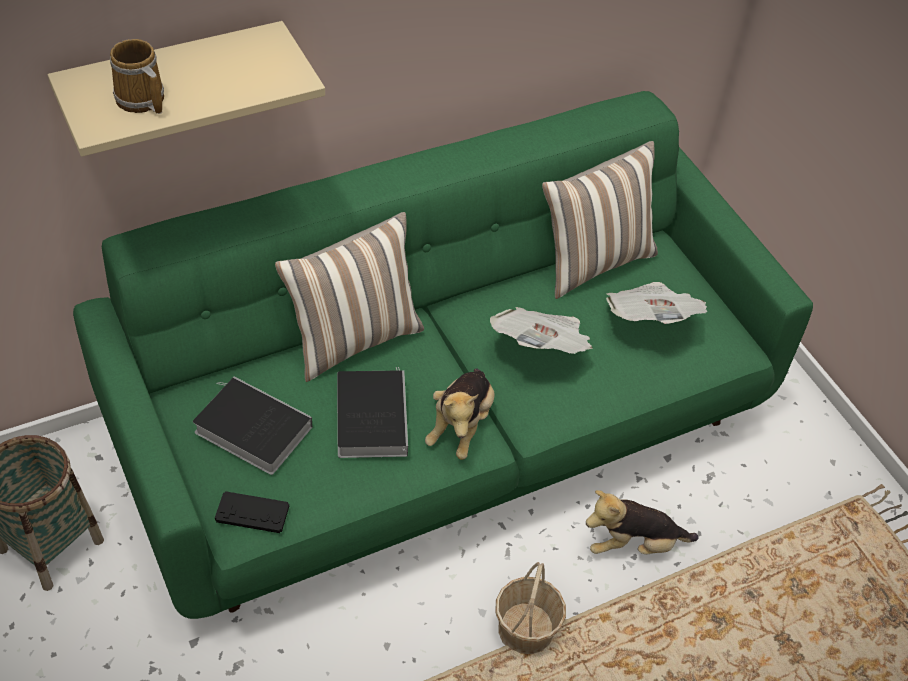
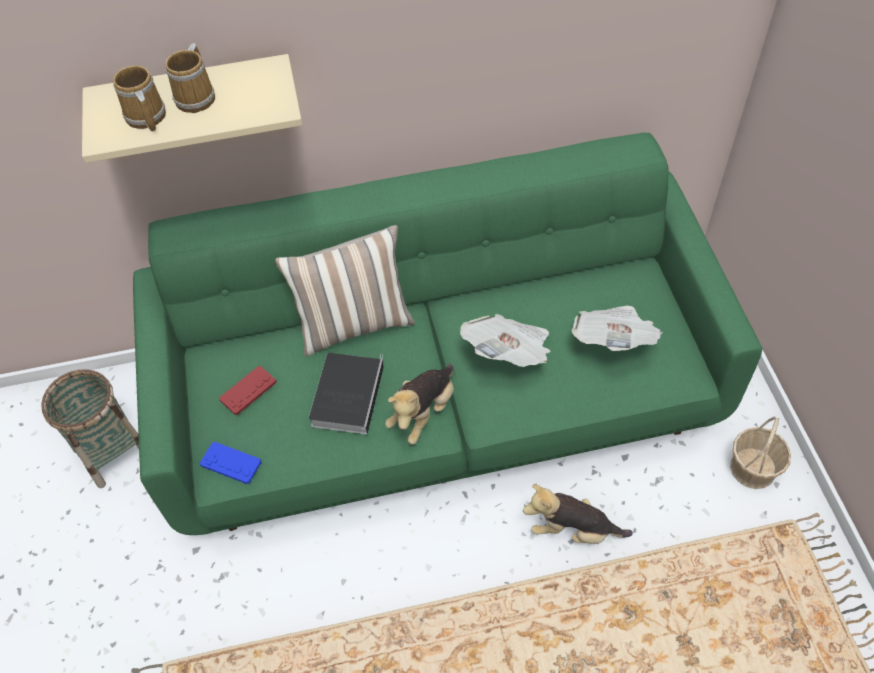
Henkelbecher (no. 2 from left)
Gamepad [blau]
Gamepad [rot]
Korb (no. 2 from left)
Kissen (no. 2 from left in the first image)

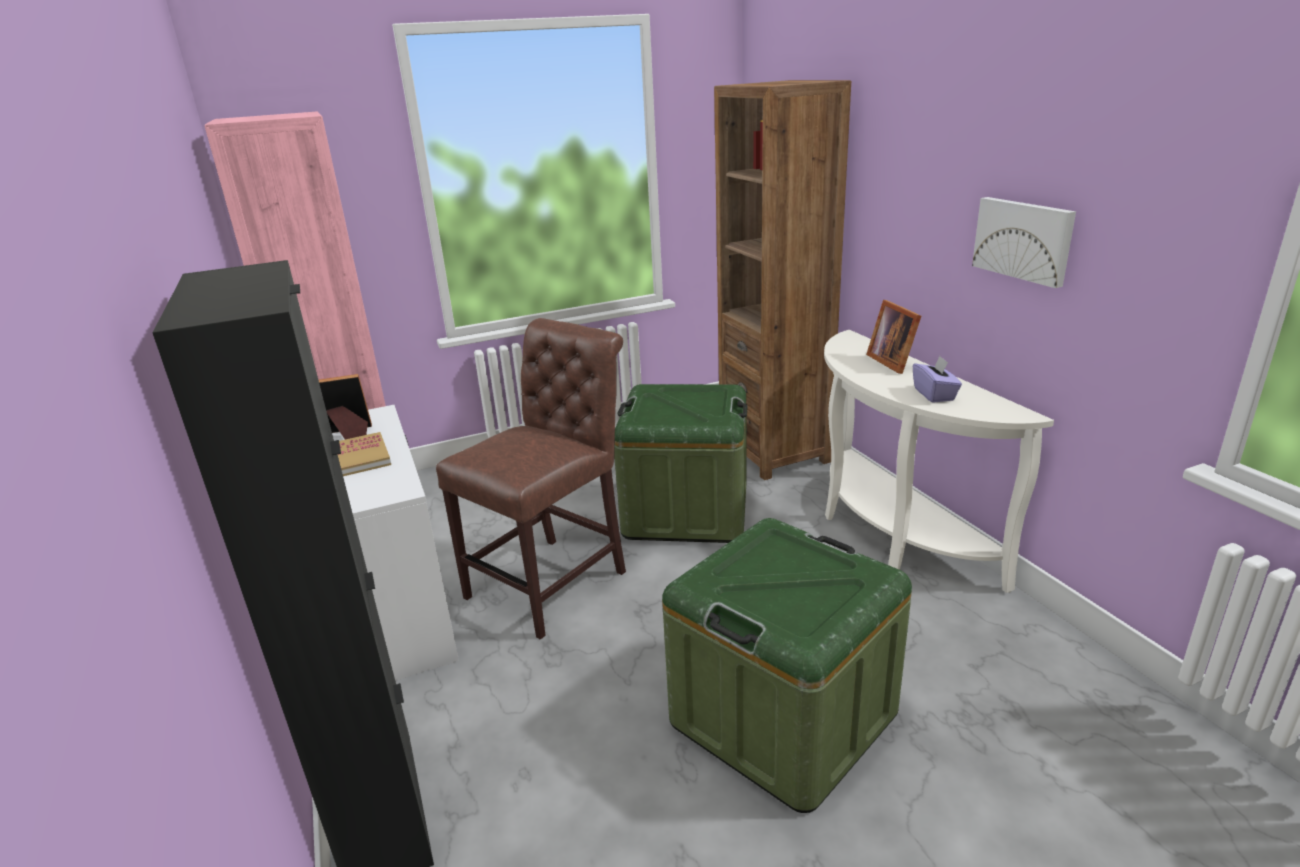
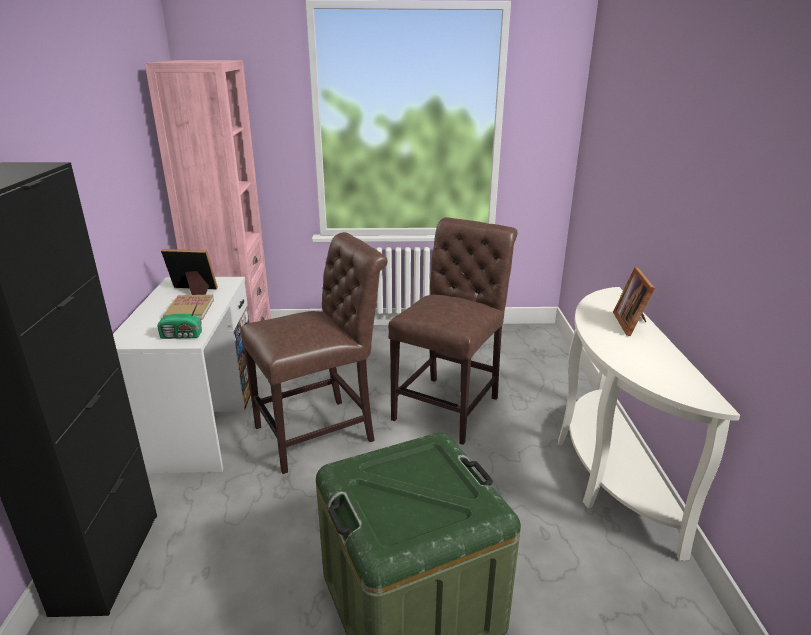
Radio
Stuhl [braun] (no. 2 from left)
Bücherregal [braun]
Taschentuchbox [lila]
Bild

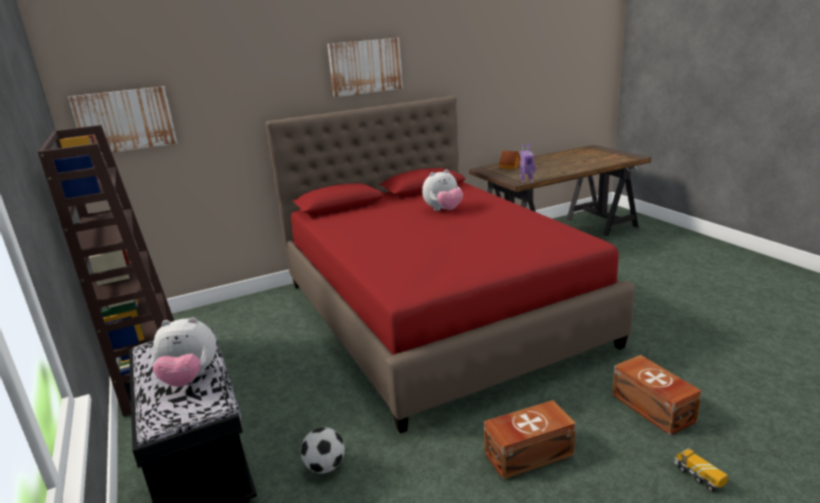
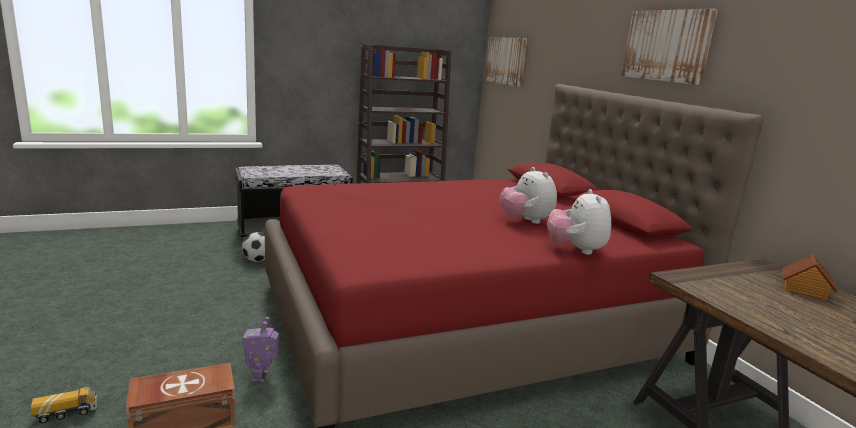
Spielzeugroboter
Plüschtier (no. 2 from left)
Aufbewahrungsbox [braun] (no. 1 from left in the first image)

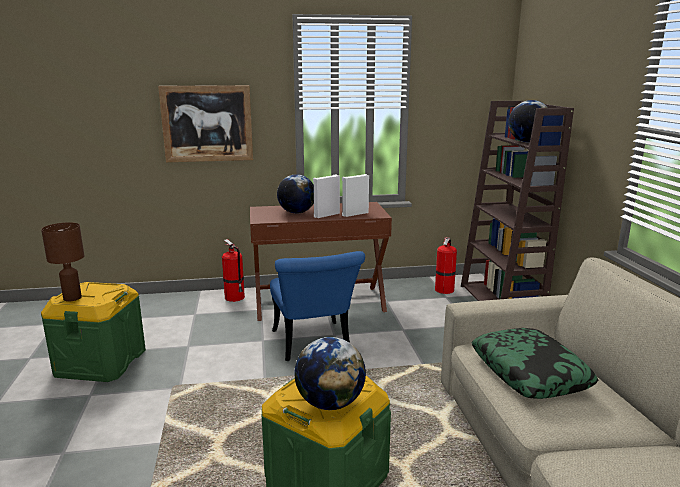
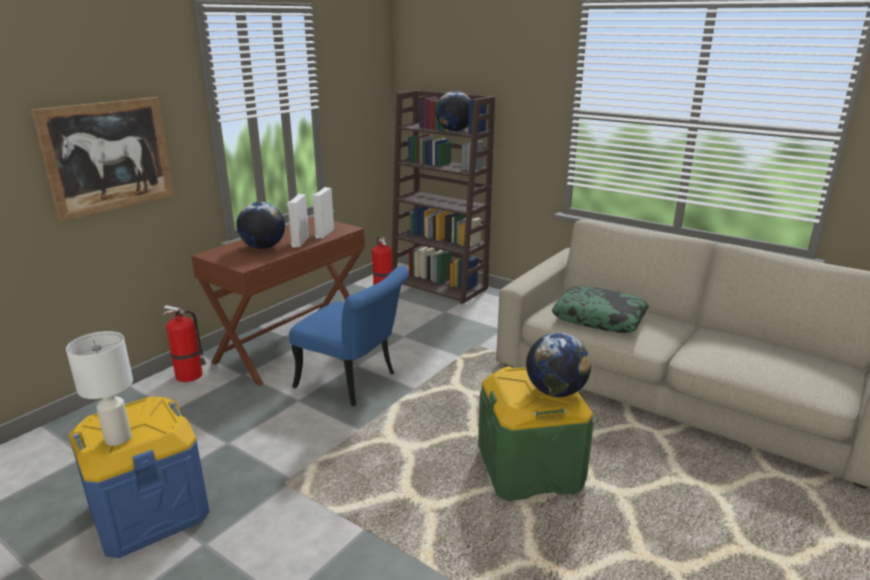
Tischlampe [weiß]
Aufbewahrungsbox [blau]

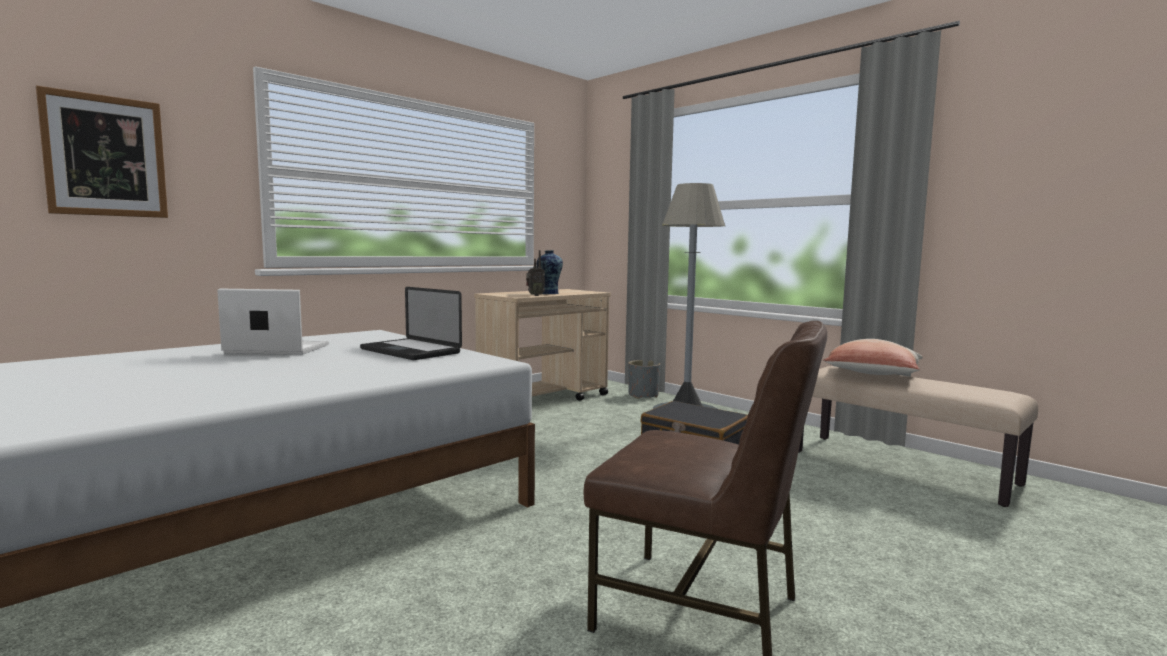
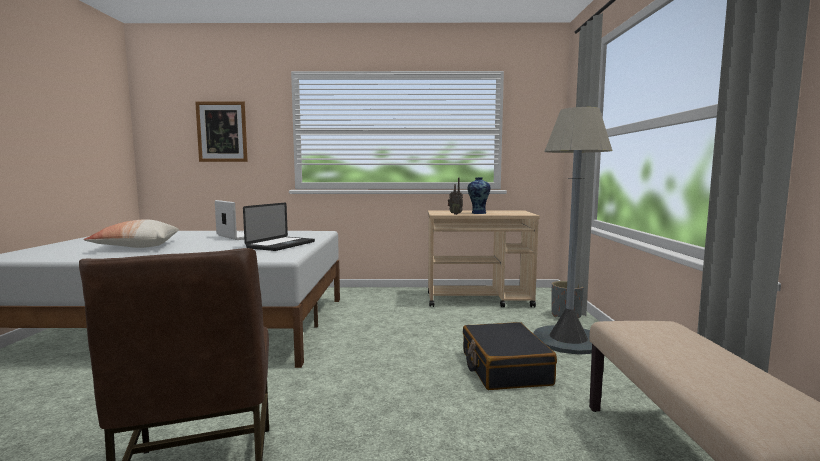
Kissen
Laptop (no. 2 from left)

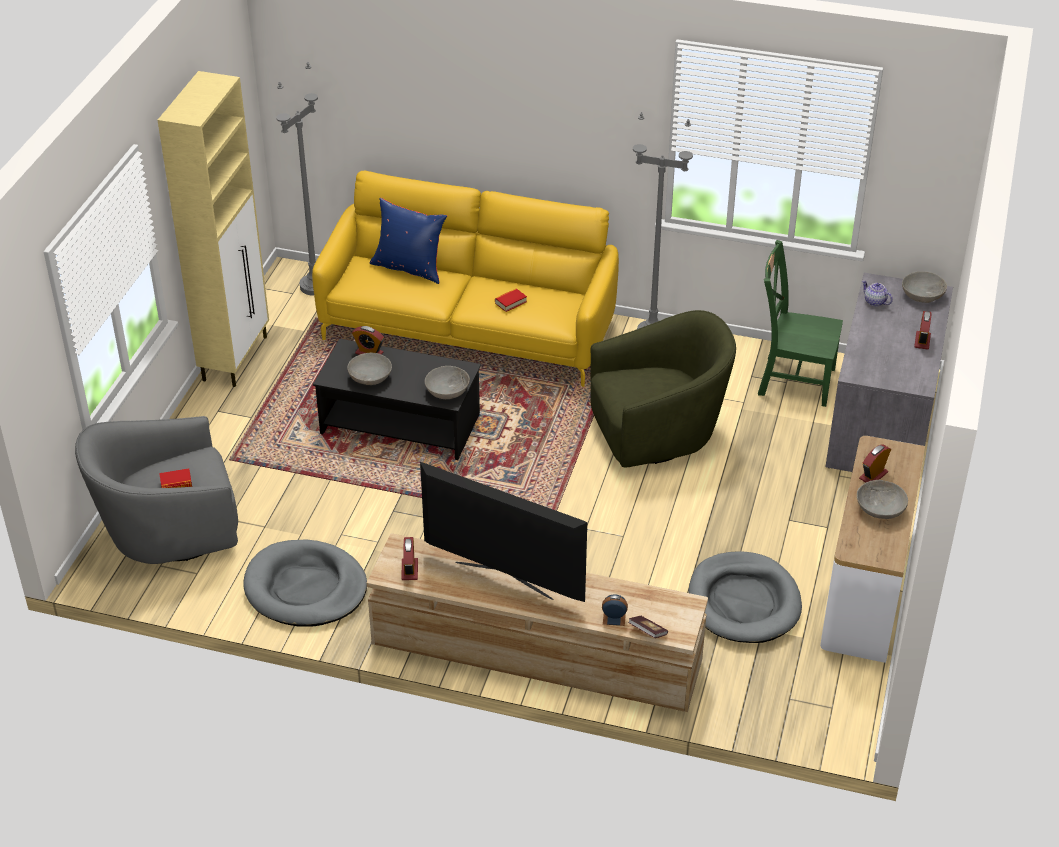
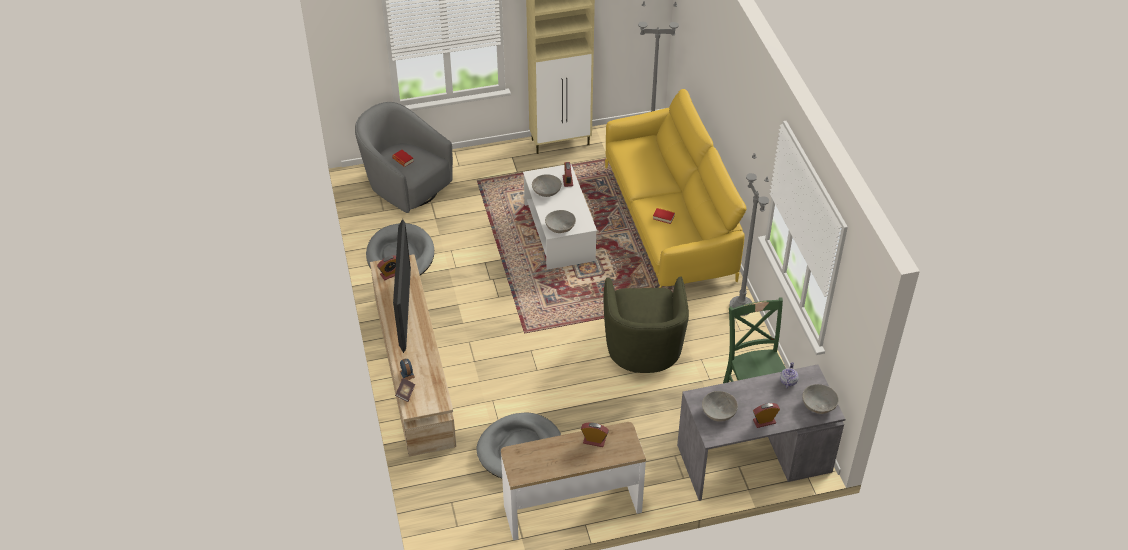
Couchtisch [weiß]
Sessel [grün]
Schüssel [grau] (no. 3 from left)
Kissen [blau]

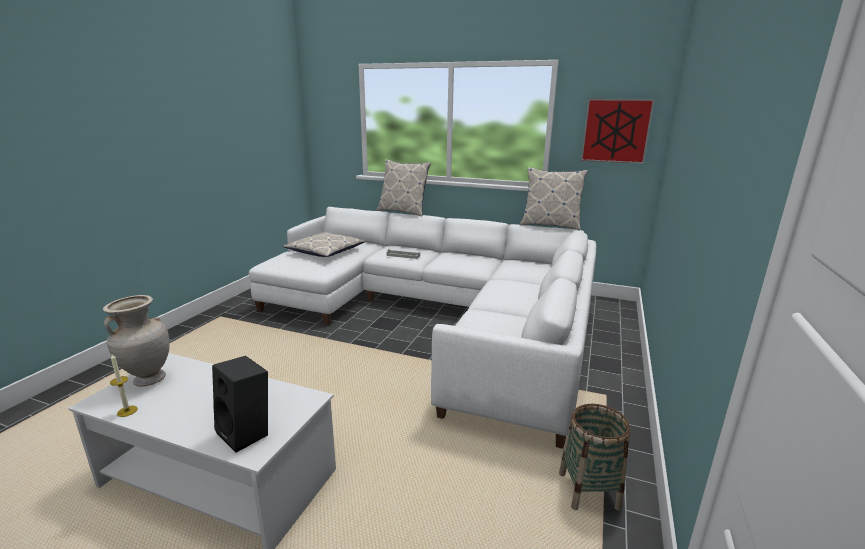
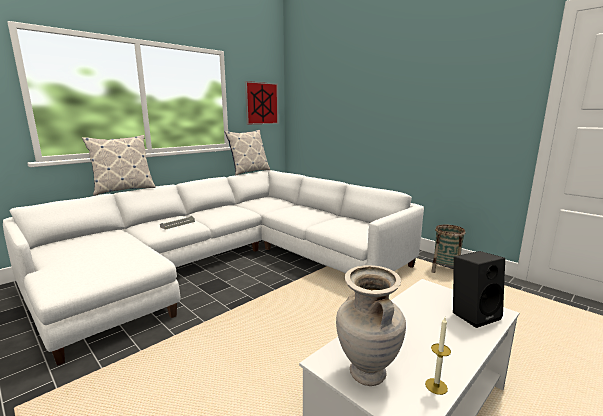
Kissen (no. 1 from left in the first image)

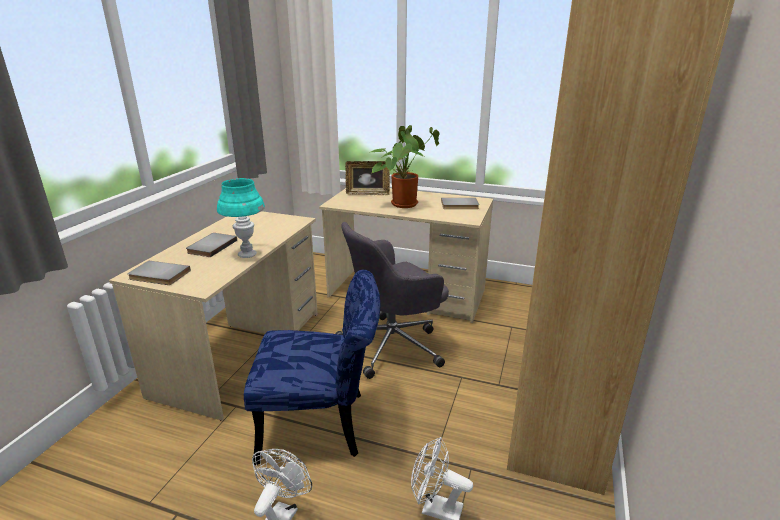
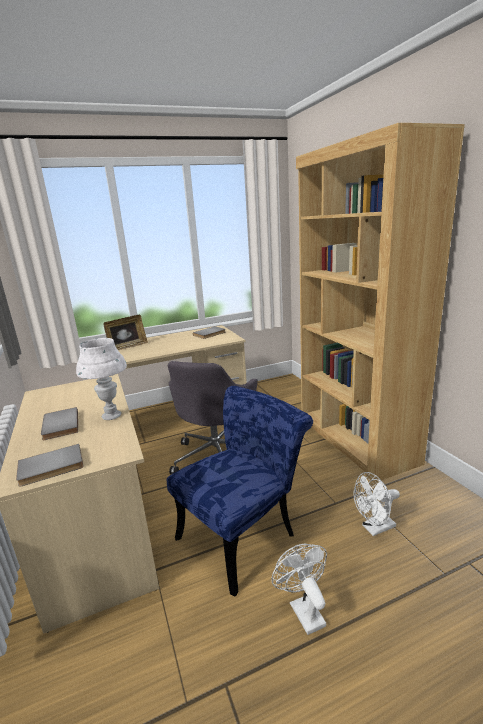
Tischlampe [weiß]
Topfpflanze

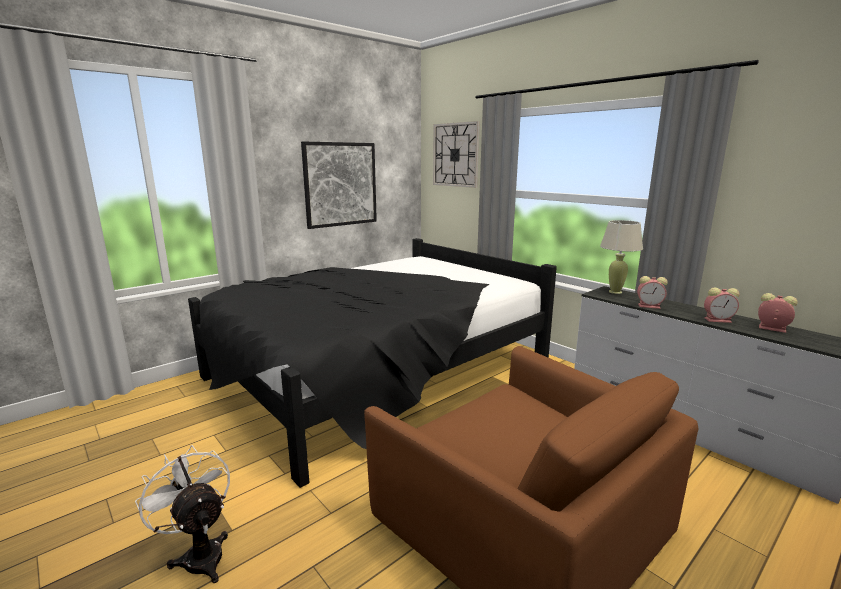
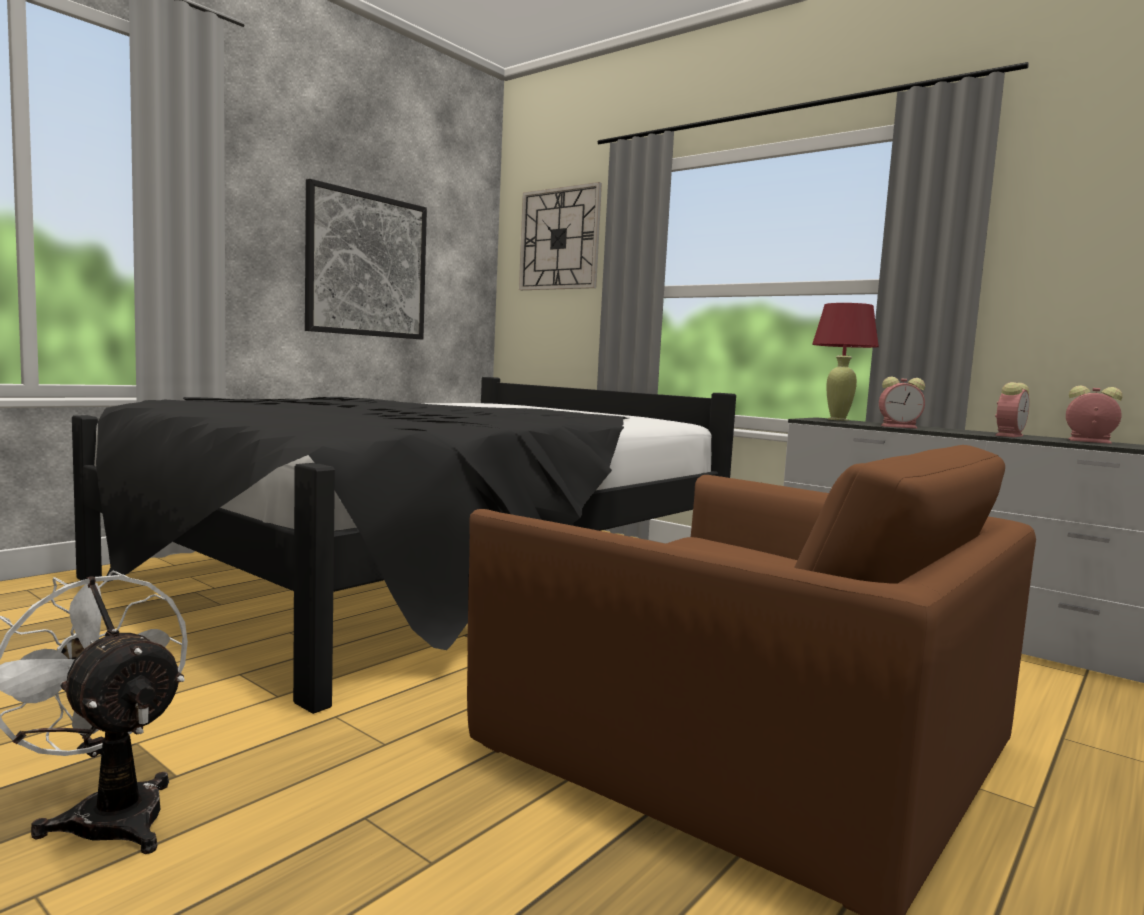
Tischlampe [rot]
Wecker (no. 2 from left)

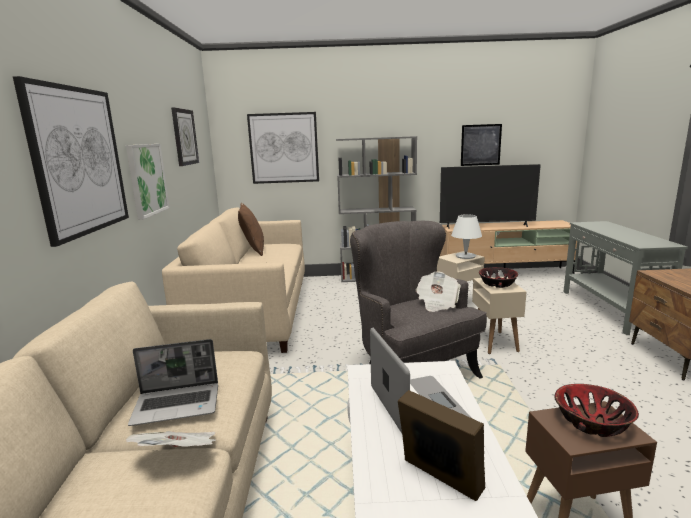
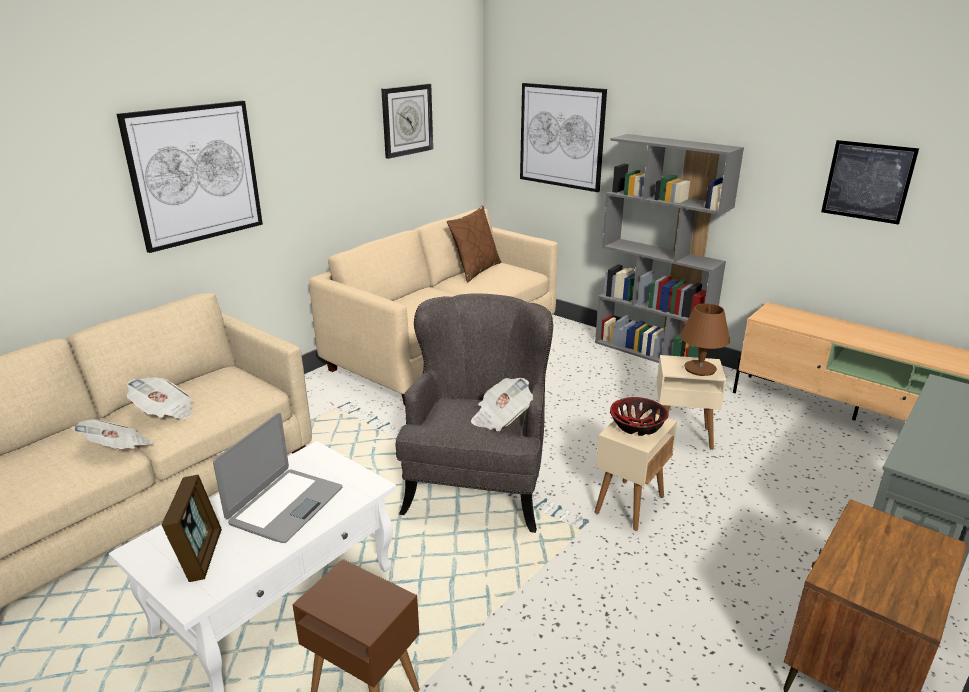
Zeitung (no. 2 from left)
Tischlampe [braun]
Bild (no. 2 from left in the first image)
Fernseher
Schüssel (no. 2 from left in the first image)

